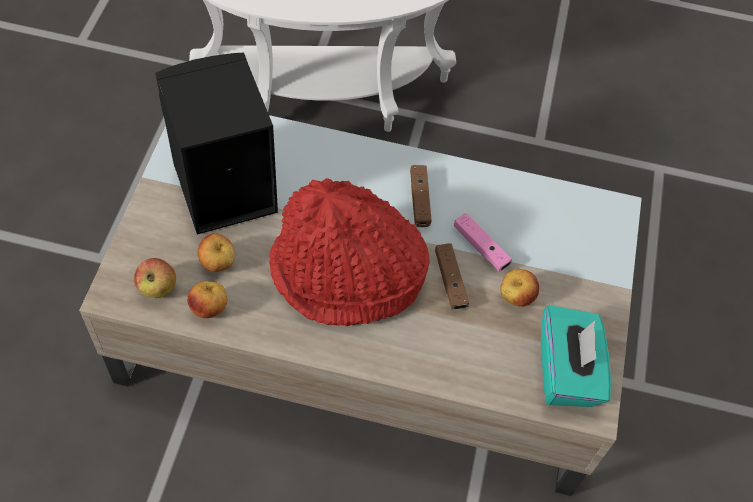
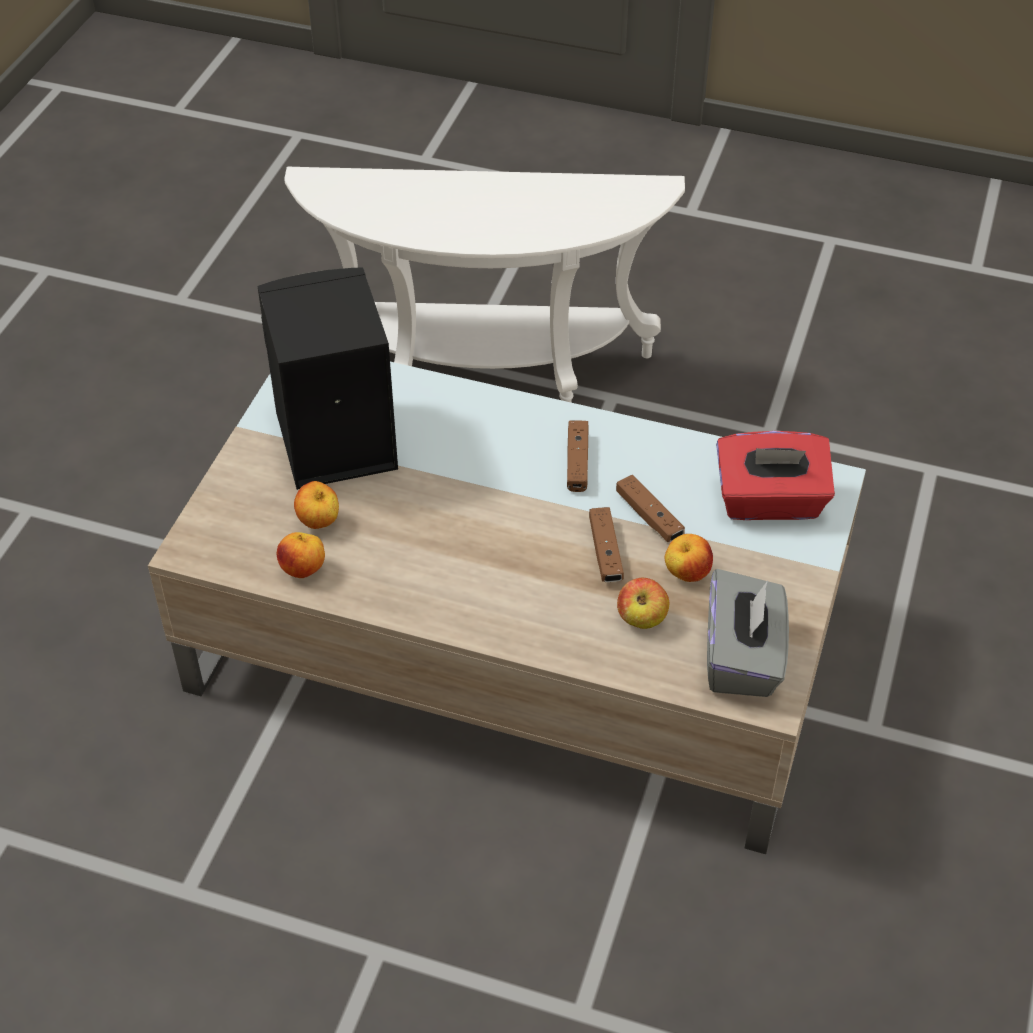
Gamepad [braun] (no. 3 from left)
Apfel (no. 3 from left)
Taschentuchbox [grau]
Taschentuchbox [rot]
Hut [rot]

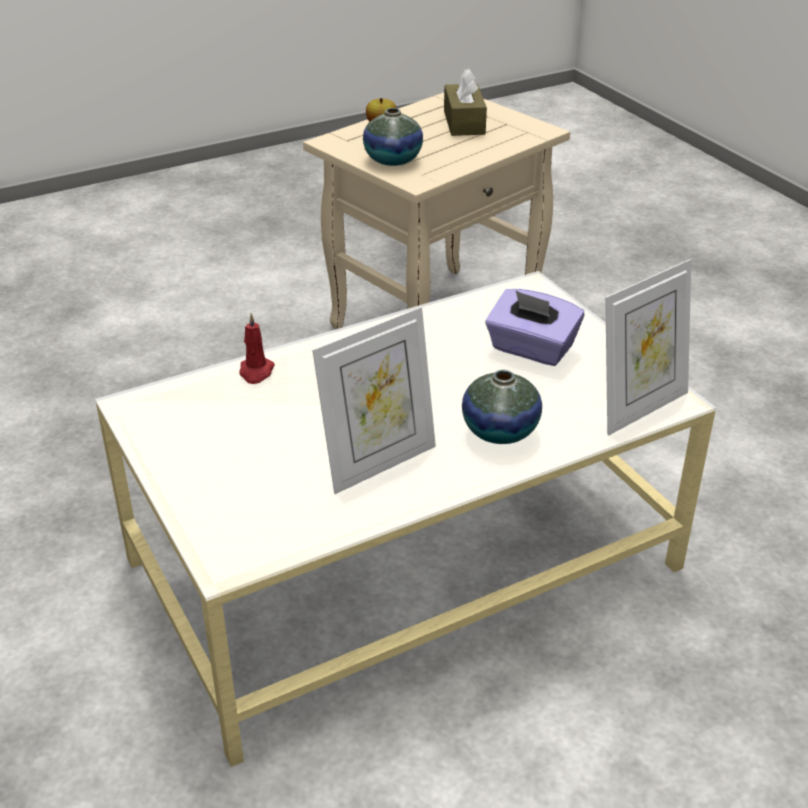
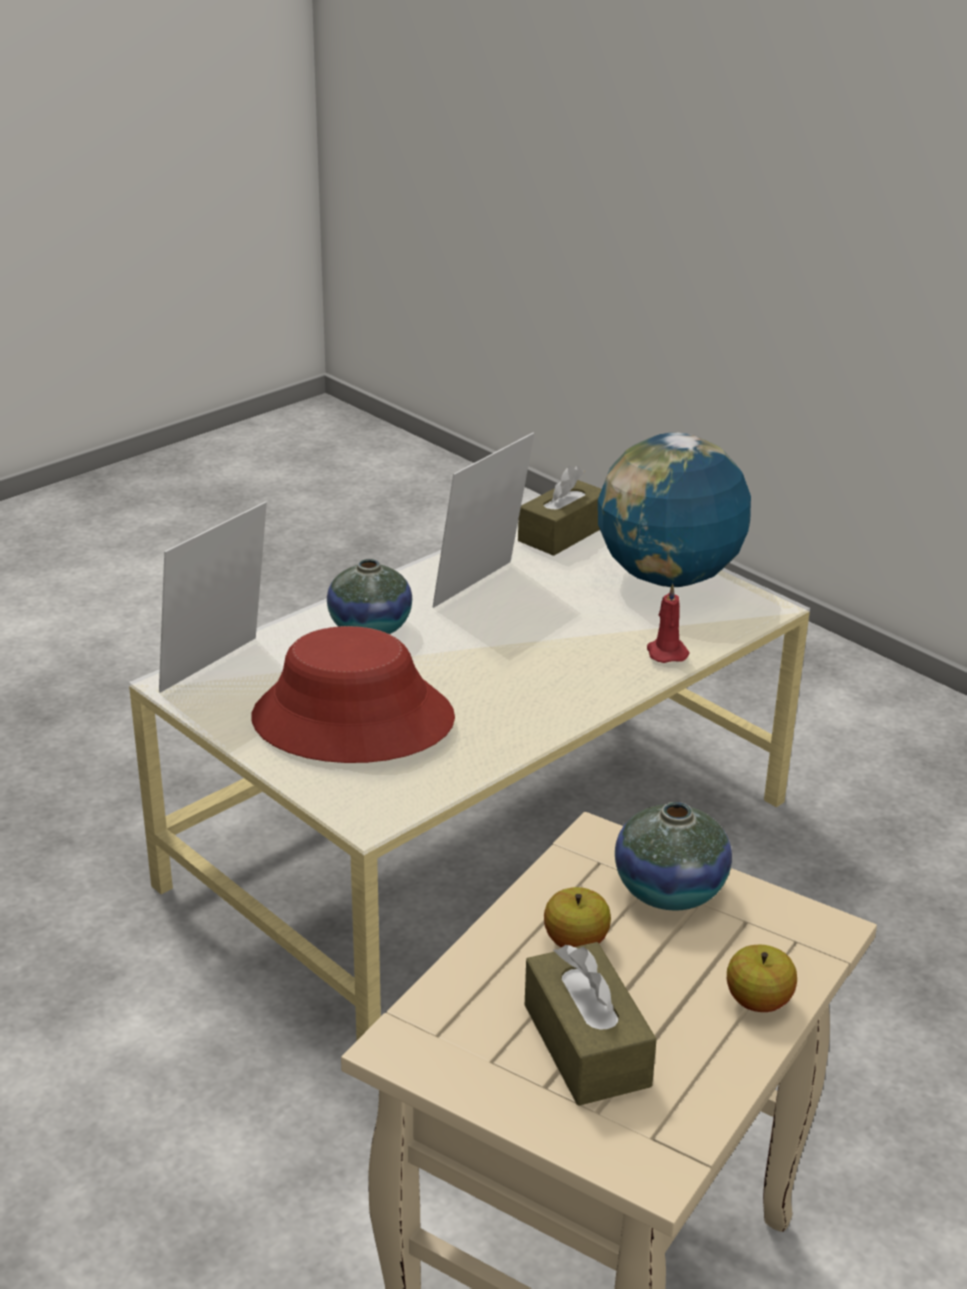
Hut [rot]
Taschentuchbox [braun] (no. 1 from left)
Apfel (no. 1 from left)
Globus

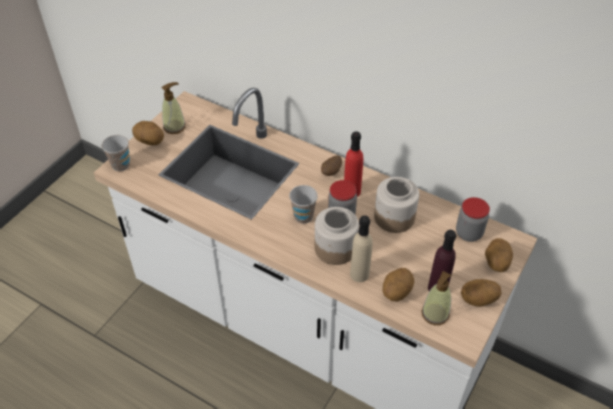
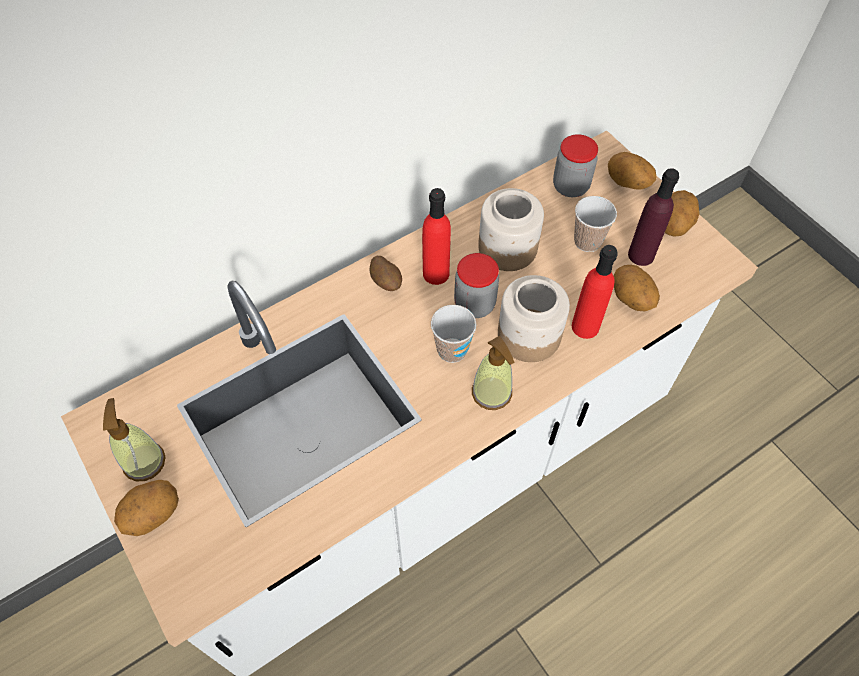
Seifenspender (no. 2 from left)
Flasche [rot] (no. 2 from left)
Tasse (no. 2 from left)

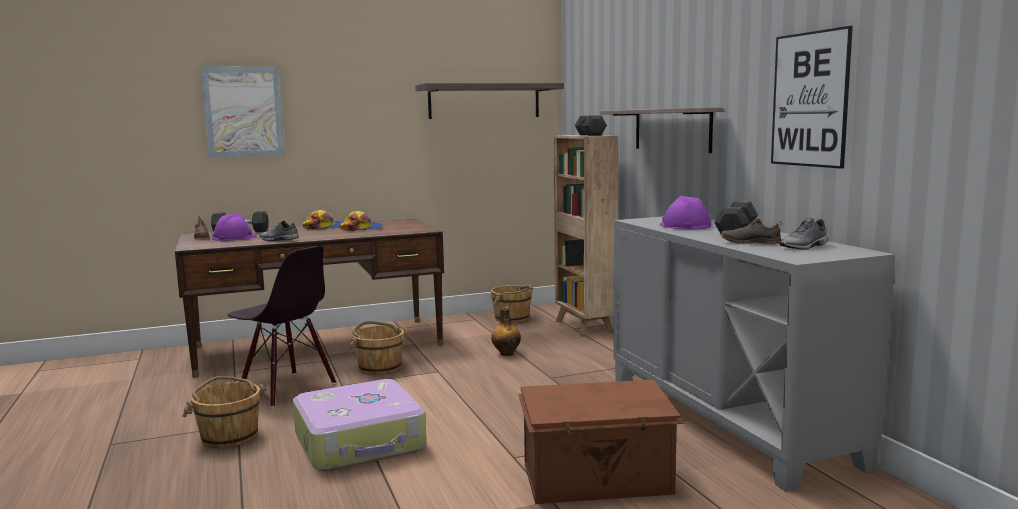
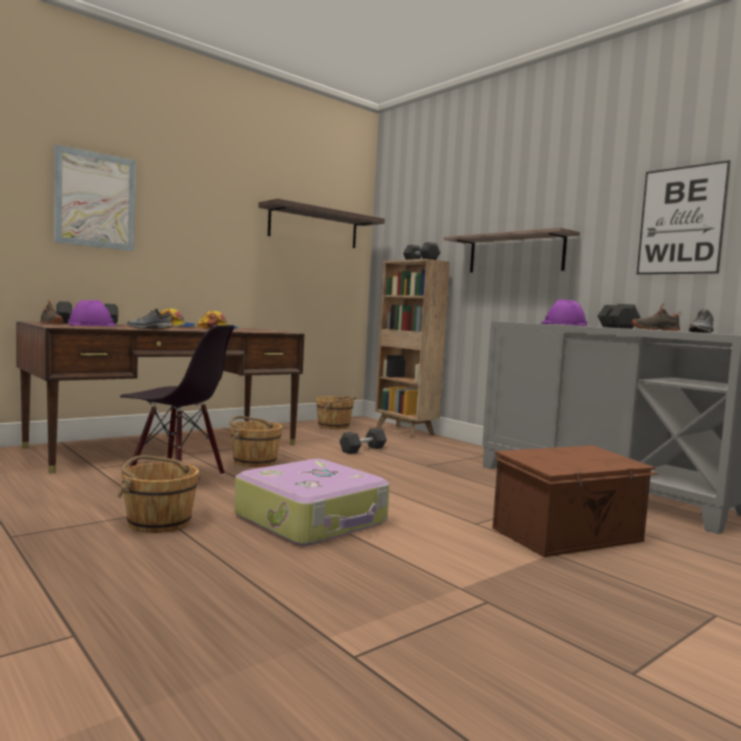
Hantel [grau] (no. 2 from left)

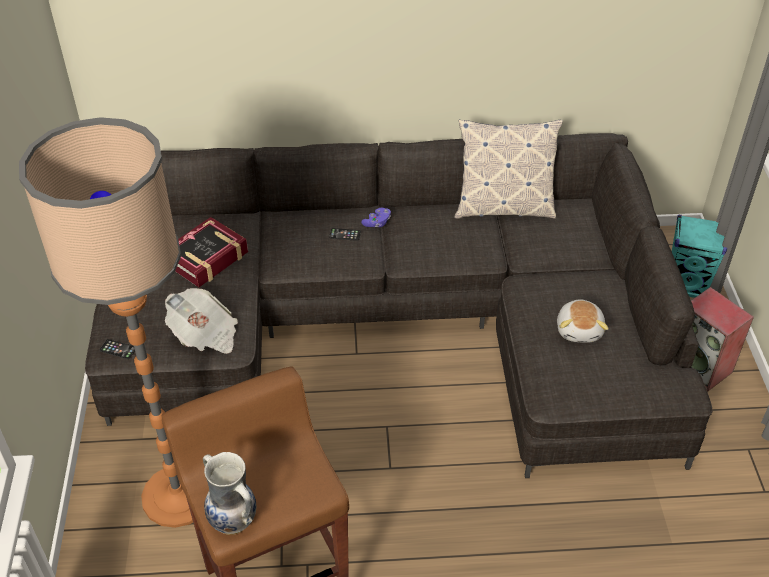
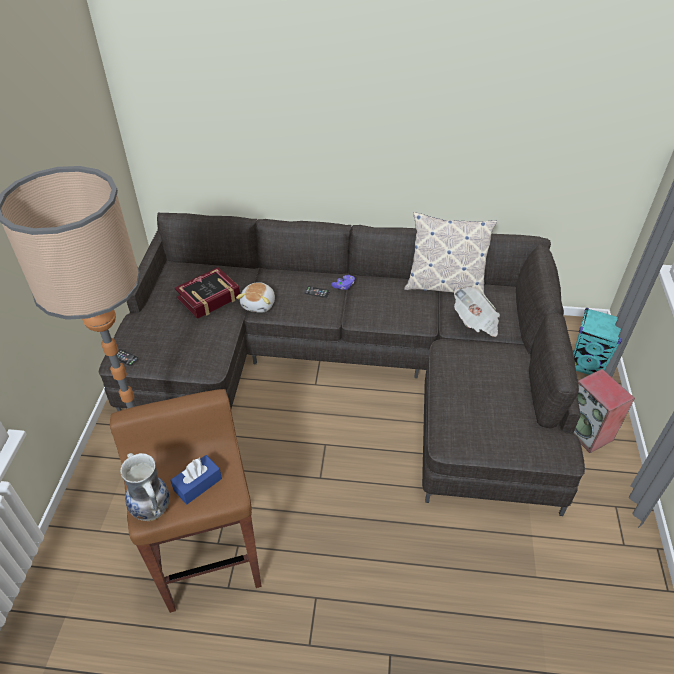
Taschentuchbox [blau]
Plüschtier
Zeitung

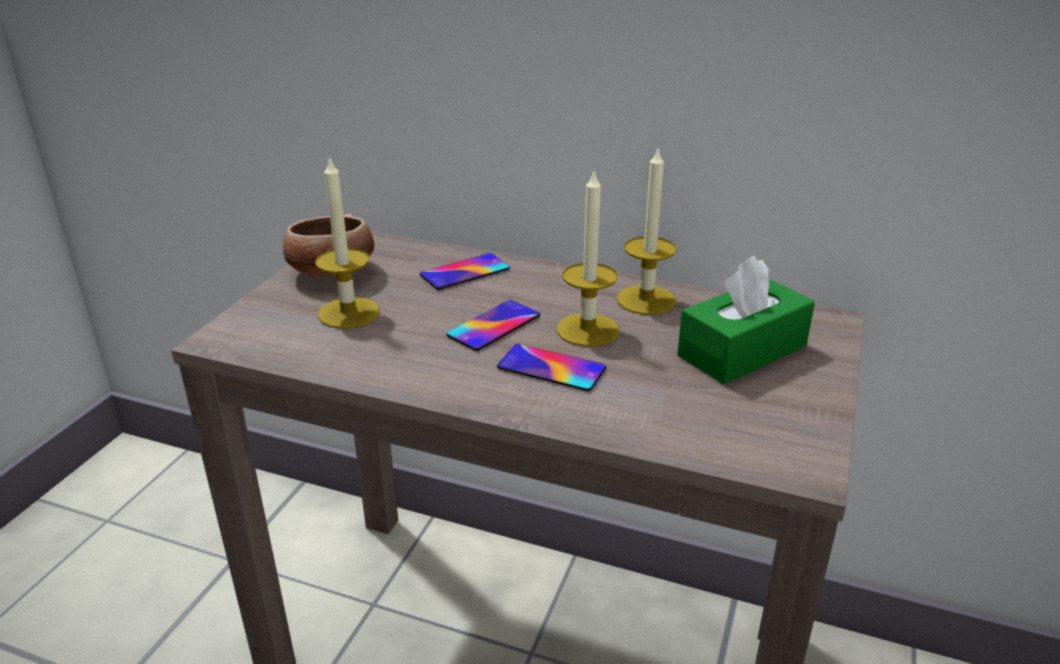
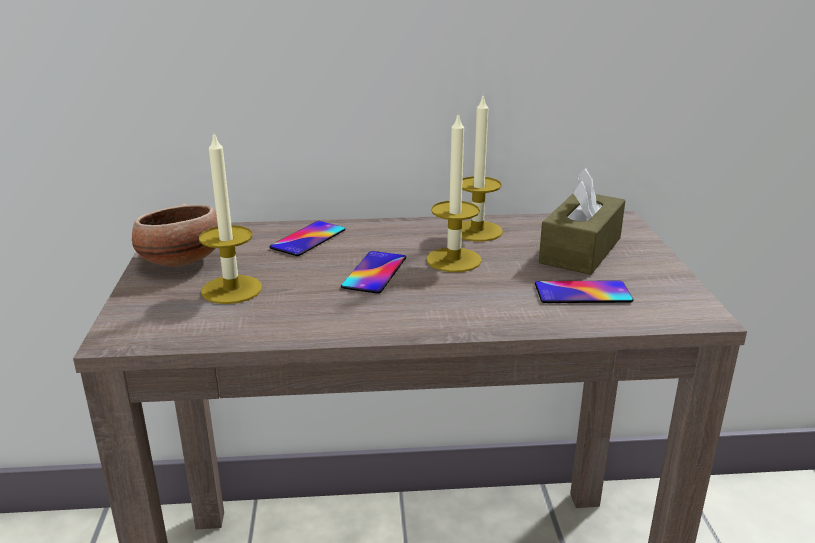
Handy (no. 3 from left)
Taschentuchbox [braun]

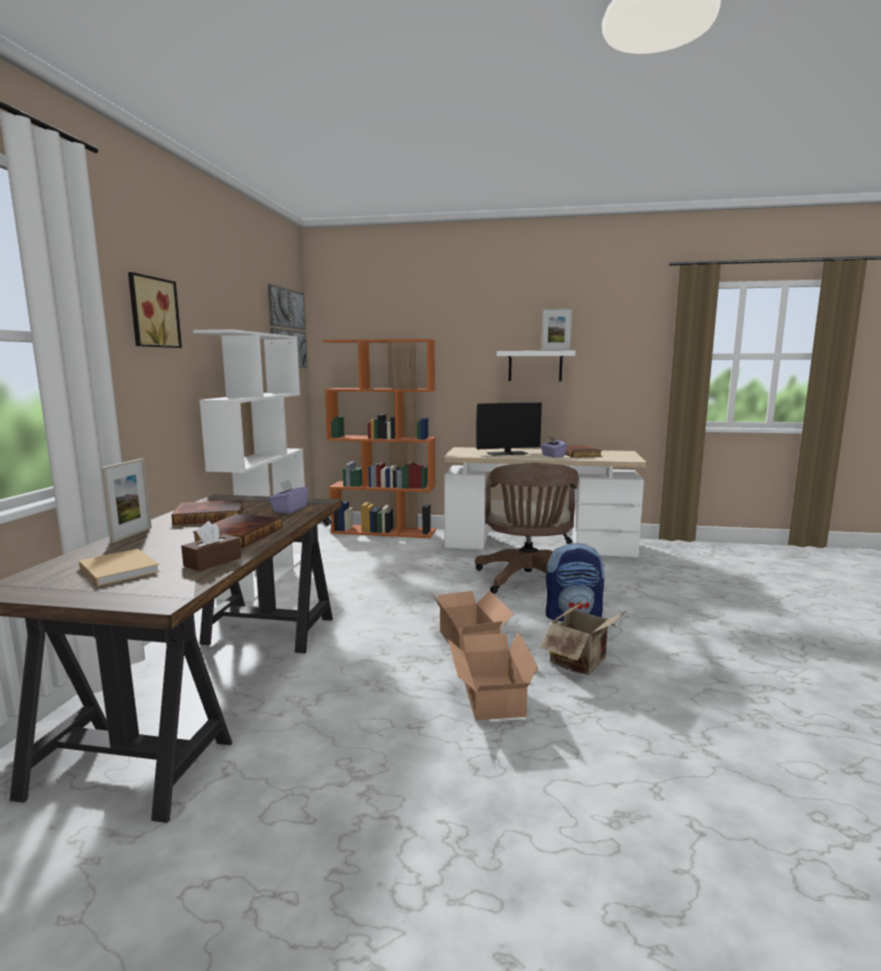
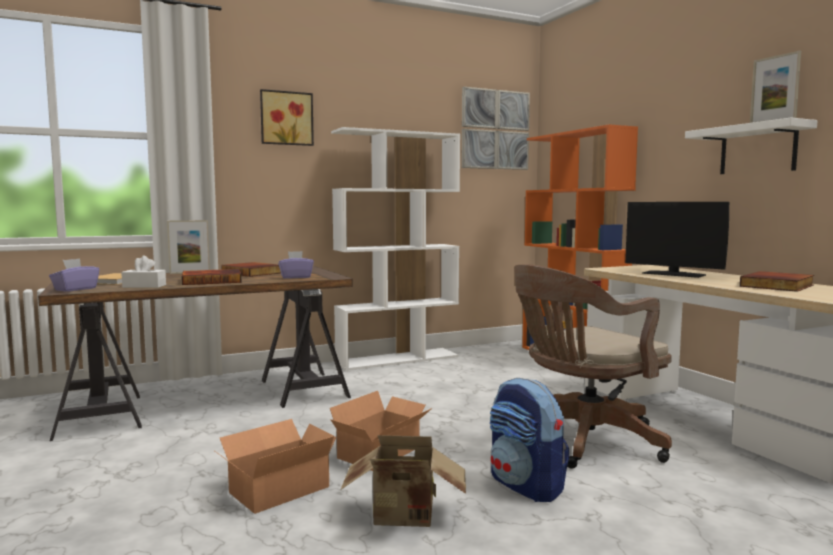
Taschentuchbox [lila] (no. 1 from left)
Taschentuchbox [weiß]

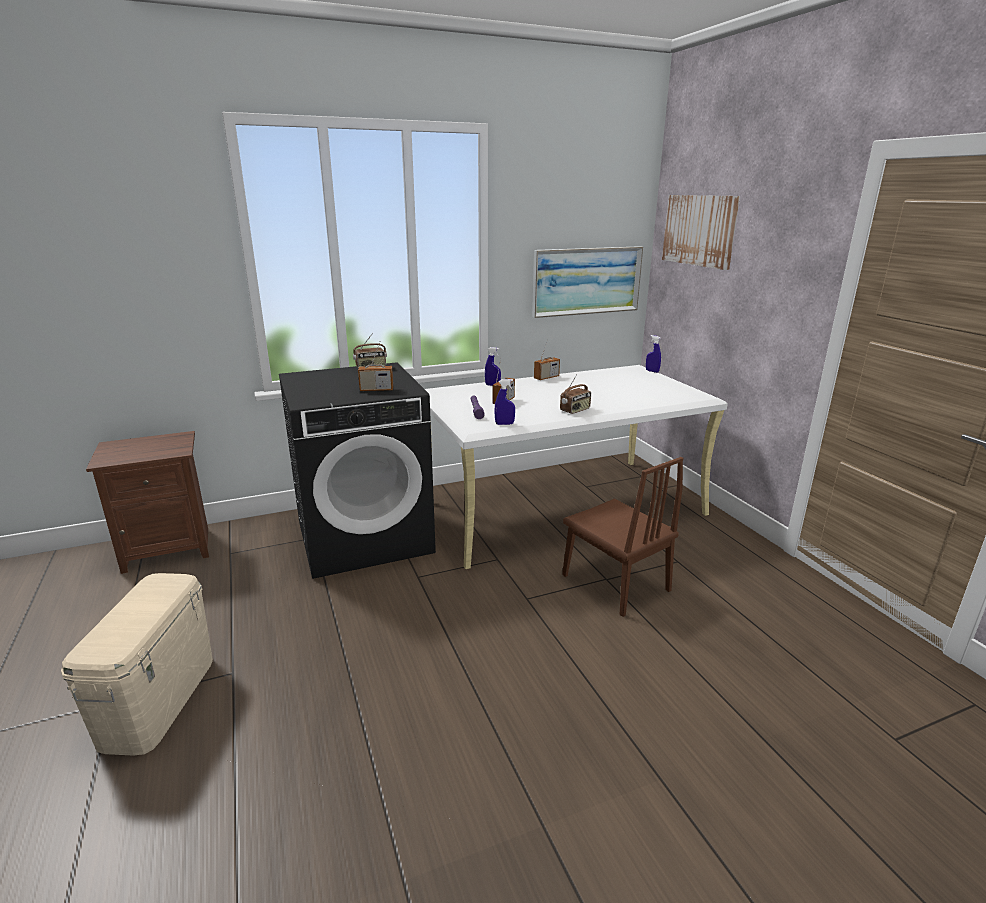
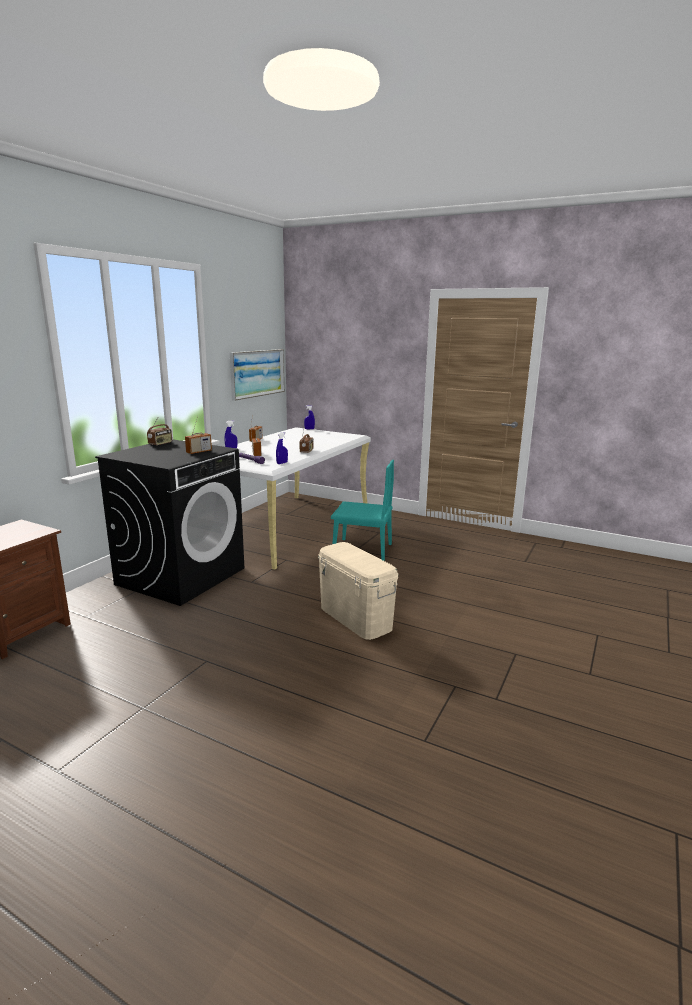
Aufbewahrungsbox [beige]
Stuhl [türkis]
Bild (no. 2 from left in the first image)

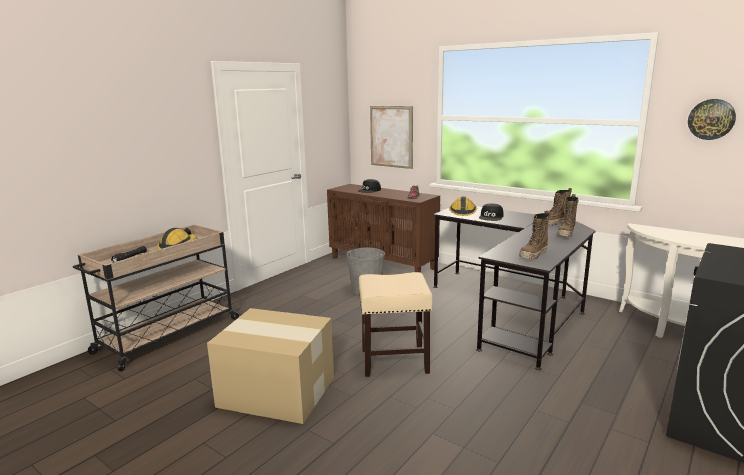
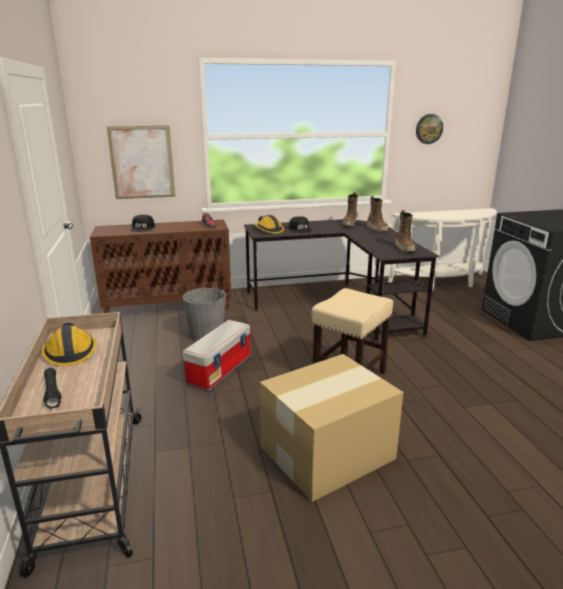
Aufbewahrungsbox

